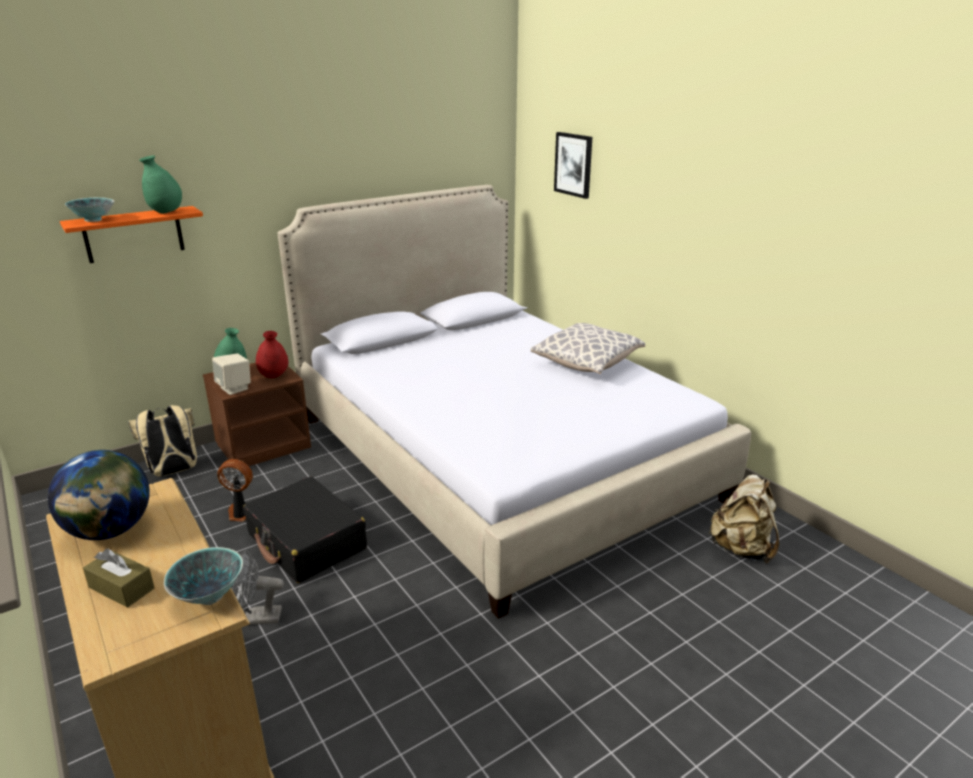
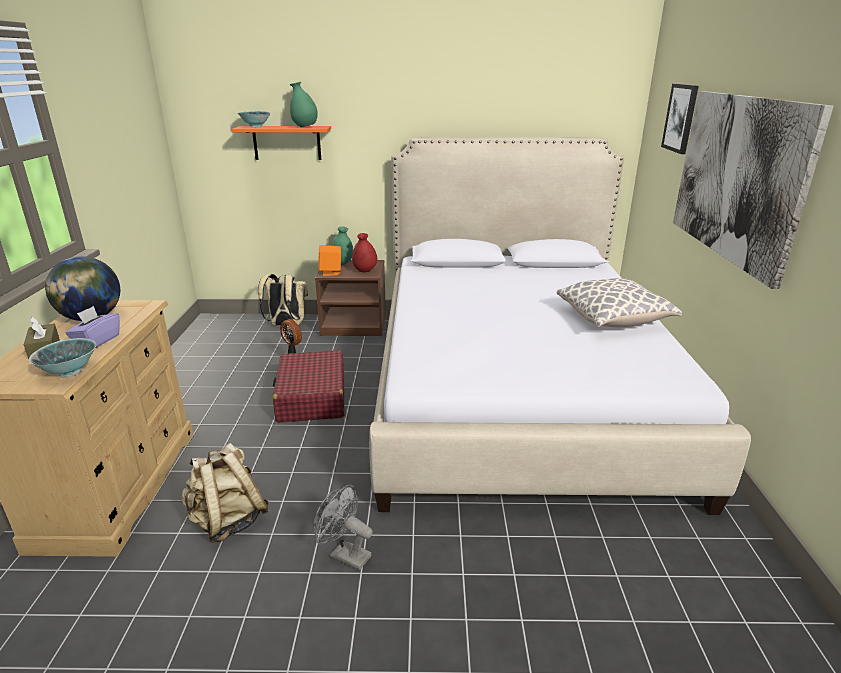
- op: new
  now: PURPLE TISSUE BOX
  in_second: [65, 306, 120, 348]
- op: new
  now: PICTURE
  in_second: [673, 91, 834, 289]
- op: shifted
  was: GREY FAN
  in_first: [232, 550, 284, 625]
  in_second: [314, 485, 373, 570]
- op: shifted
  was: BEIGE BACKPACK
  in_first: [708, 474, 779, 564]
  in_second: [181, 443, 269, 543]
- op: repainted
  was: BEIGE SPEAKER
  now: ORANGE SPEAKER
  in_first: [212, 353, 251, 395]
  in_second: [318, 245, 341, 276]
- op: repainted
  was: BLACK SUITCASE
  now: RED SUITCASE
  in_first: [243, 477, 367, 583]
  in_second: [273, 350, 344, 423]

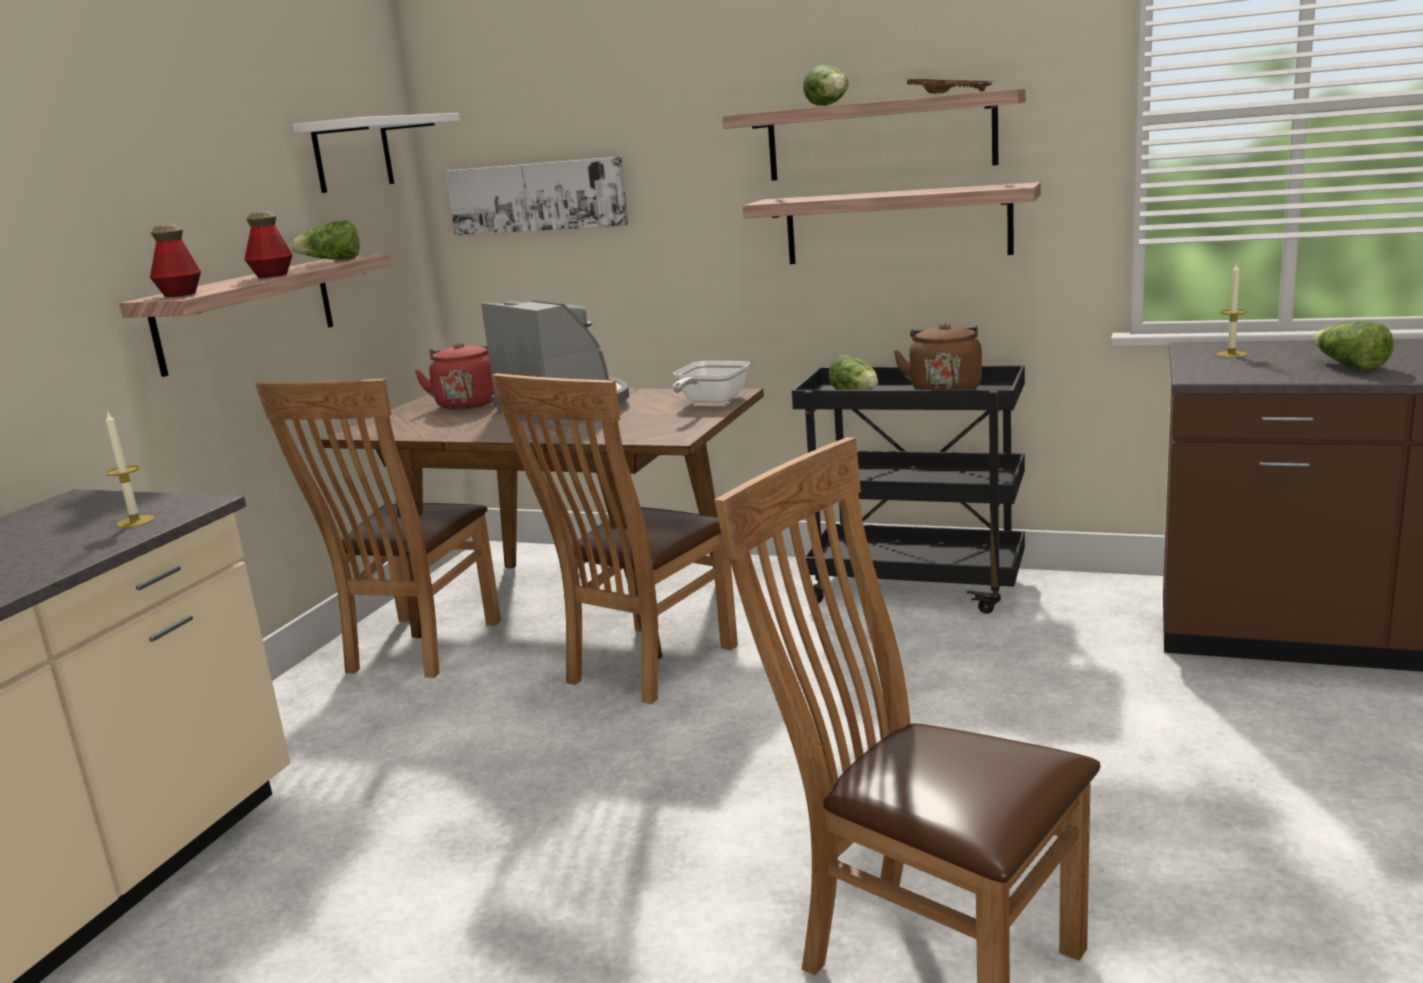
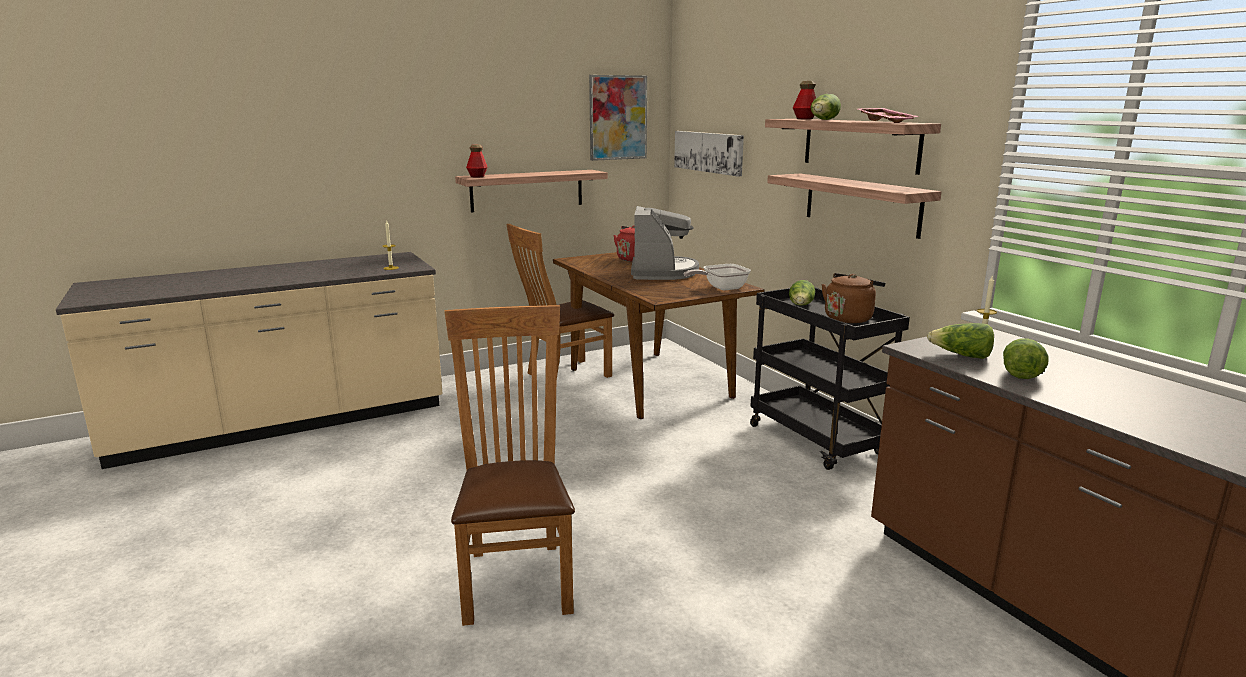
- op: gone
  was: BROWN CHAIR
  in_first: [492, 373, 738, 704]
- op: shifted
  was: BOTTLE
  in_first: [244, 211, 293, 278]
  in_second: [793, 81, 816, 119]
- op: shifted
  was: LETTUCE
  in_first: [289, 220, 360, 260]
  in_second: [927, 323, 994, 359]
- op: swapped
  was: WHITE SHELF
  now: PICTURE
  in_first: [293, 113, 460, 193]
  in_second: [589, 75, 647, 161]
- op: repainted
  was: BROWN TRAY
  now: PINK TRAY
  in_first: [900, 78, 997, 94]
  in_second: [858, 108, 920, 123]

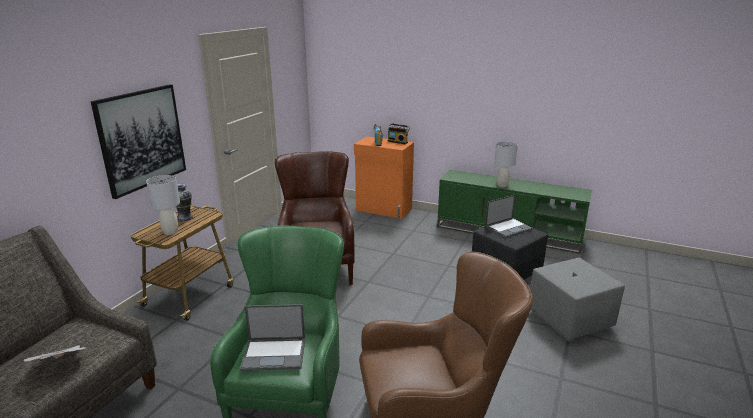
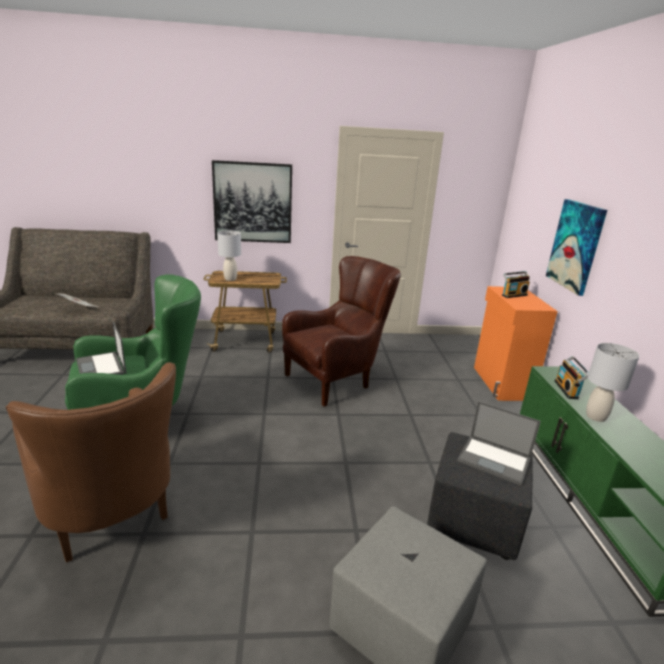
- op: gone
  was: VASE
  in_first: [175, 184, 193, 221]
- op: new
  now: PICTURE
  in_second: [546, 199, 607, 296]
- op: shifted
  was: RADIO
  in_first: [388, 123, 410, 144]
  in_second: [554, 356, 589, 399]

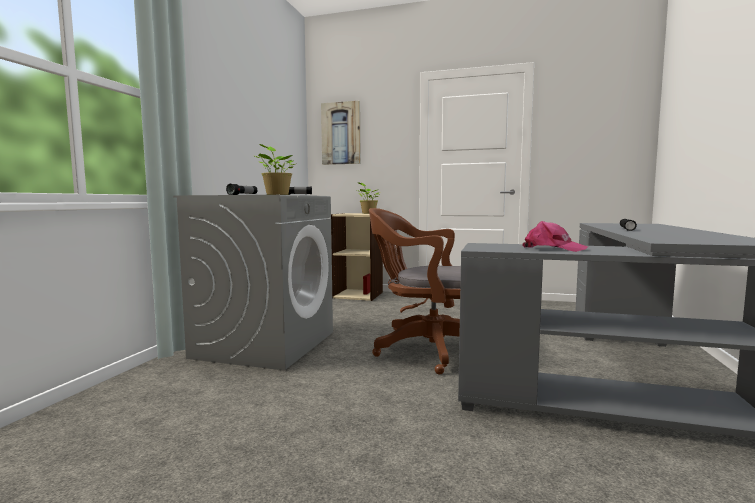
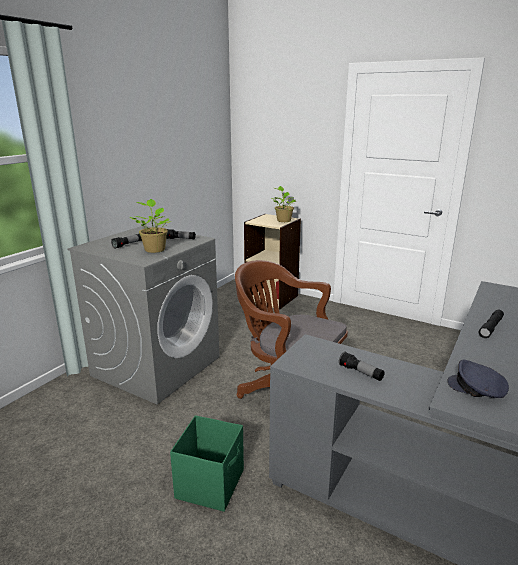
- op: gone
  was: PICTURE
  in_first: [321, 101, 361, 165]
- op: new
  now: GREEN STORAGE BOX
  in_second: [170, 415, 244, 512]
- op: new
  now: GREY CAP
  in_second: [448, 360, 509, 398]
- op: swapped
  was: PINK CAP
  now: FLASHLIGHT
  in_first: [522, 221, 588, 252]
  in_second: [339, 352, 385, 381]

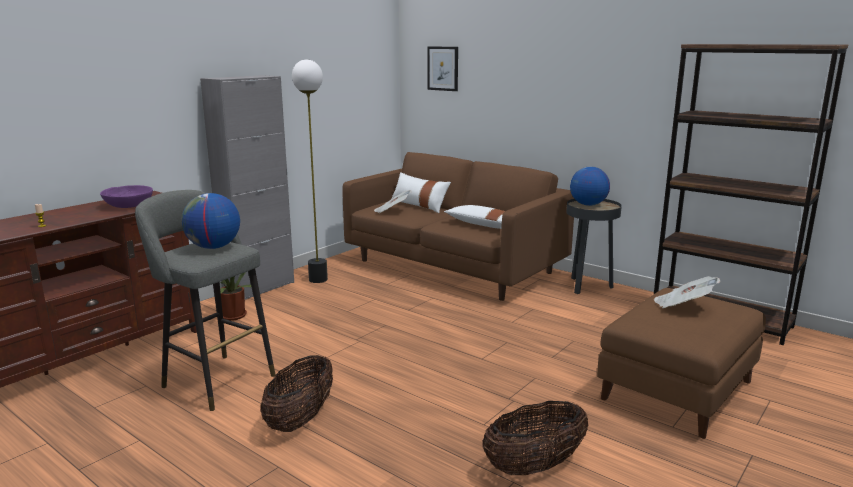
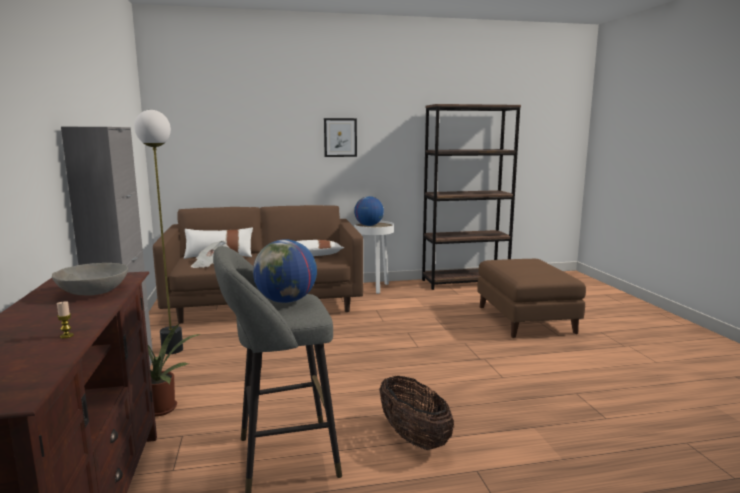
- op: gone
  was: BASKET
  in_first: [483, 401, 589, 475]
- op: gone
  was: NEWSPAPER
  in_first: [654, 276, 720, 308]
- op: shifted
  was: PICTURE
  in_first: [427, 46, 458, 91]
  in_second: [324, 118, 357, 157]
- op: repainted
  was: PURPLE BOWL
  now: GREY BOWL
  in_first: [100, 185, 153, 208]
  in_second: [52, 263, 128, 295]
- op: repainted
  was: BLACK SIDE TABLE
  now: WHITE SIDE TABLE
  in_first: [566, 199, 622, 294]
  in_second: [354, 221, 394, 294]

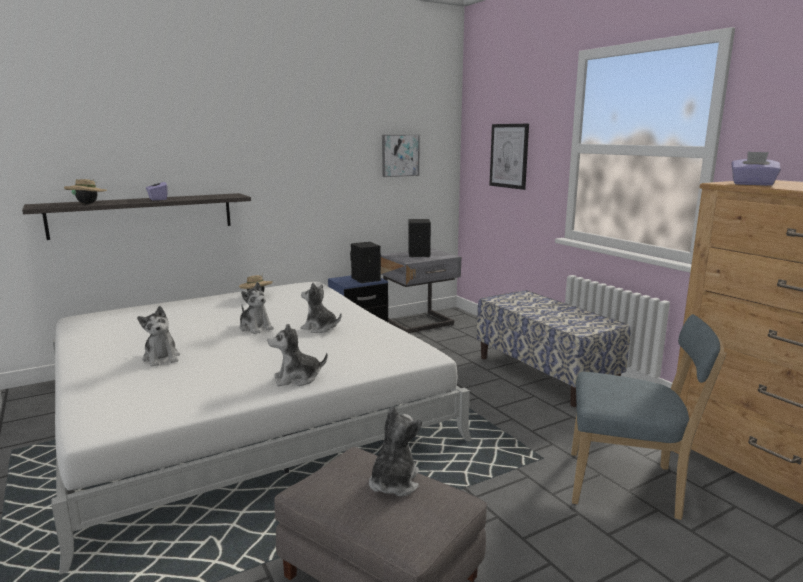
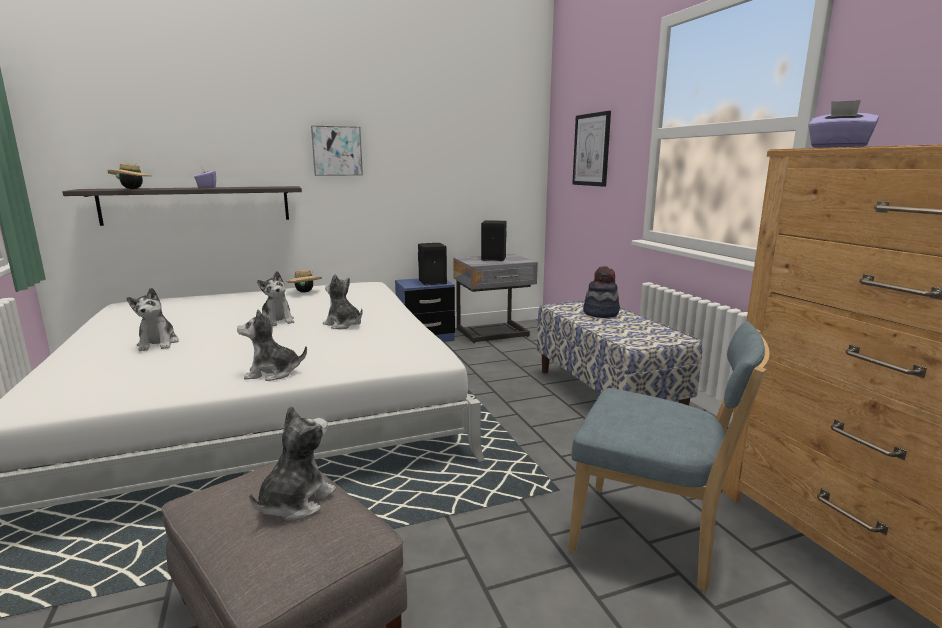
- op: new
  now: HAT
  in_second: [583, 266, 620, 318]
- op: shifted
  was: PICTURE
  in_first: [382, 135, 420, 177]
  in_second: [311, 126, 363, 176]

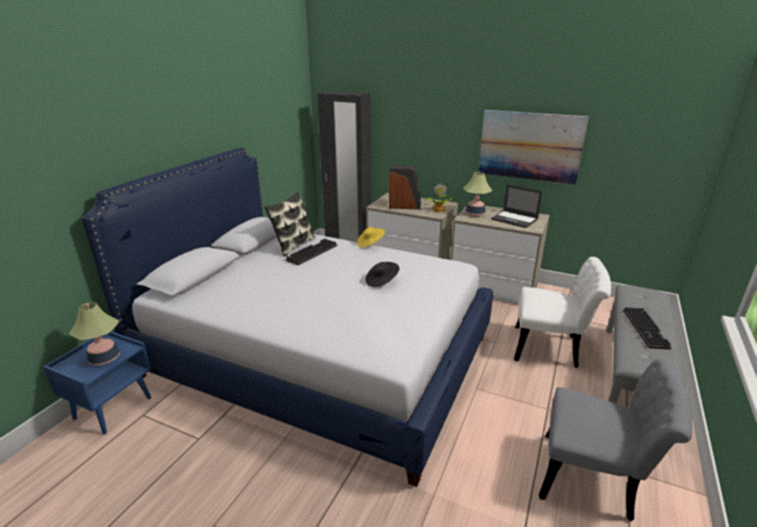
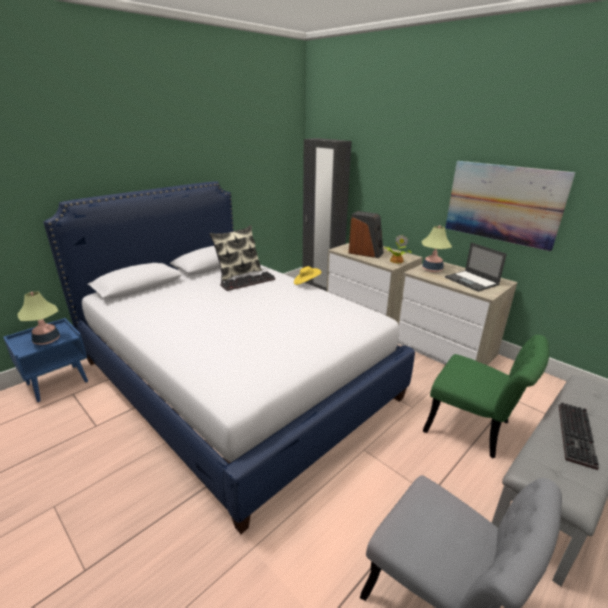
- op: gone
  was: BLACK HAT
  in_first: [366, 262, 400, 287]
- op: repainted
  was: WHITE CHAIR
  now: GREEN CHAIR
  in_first: [514, 257, 611, 368]
  in_second: [423, 335, 549, 458]

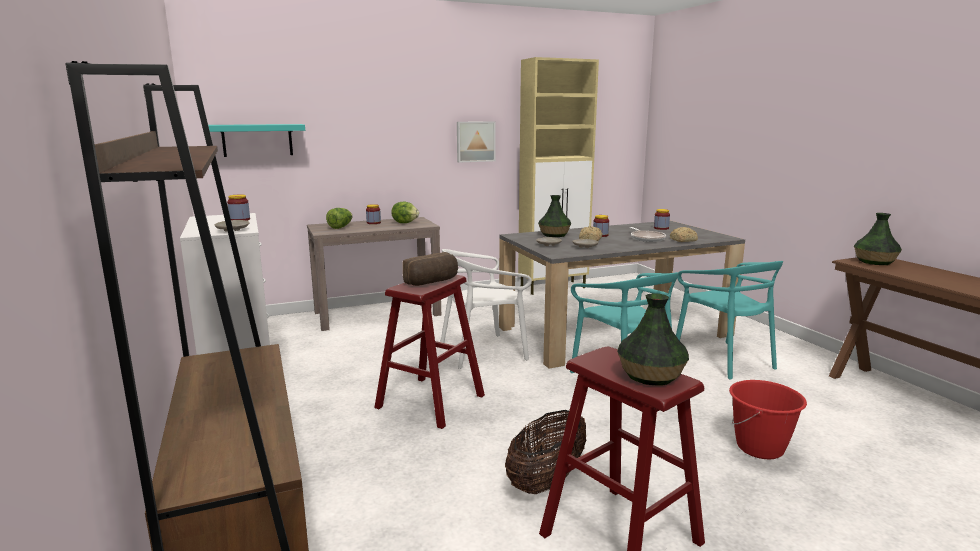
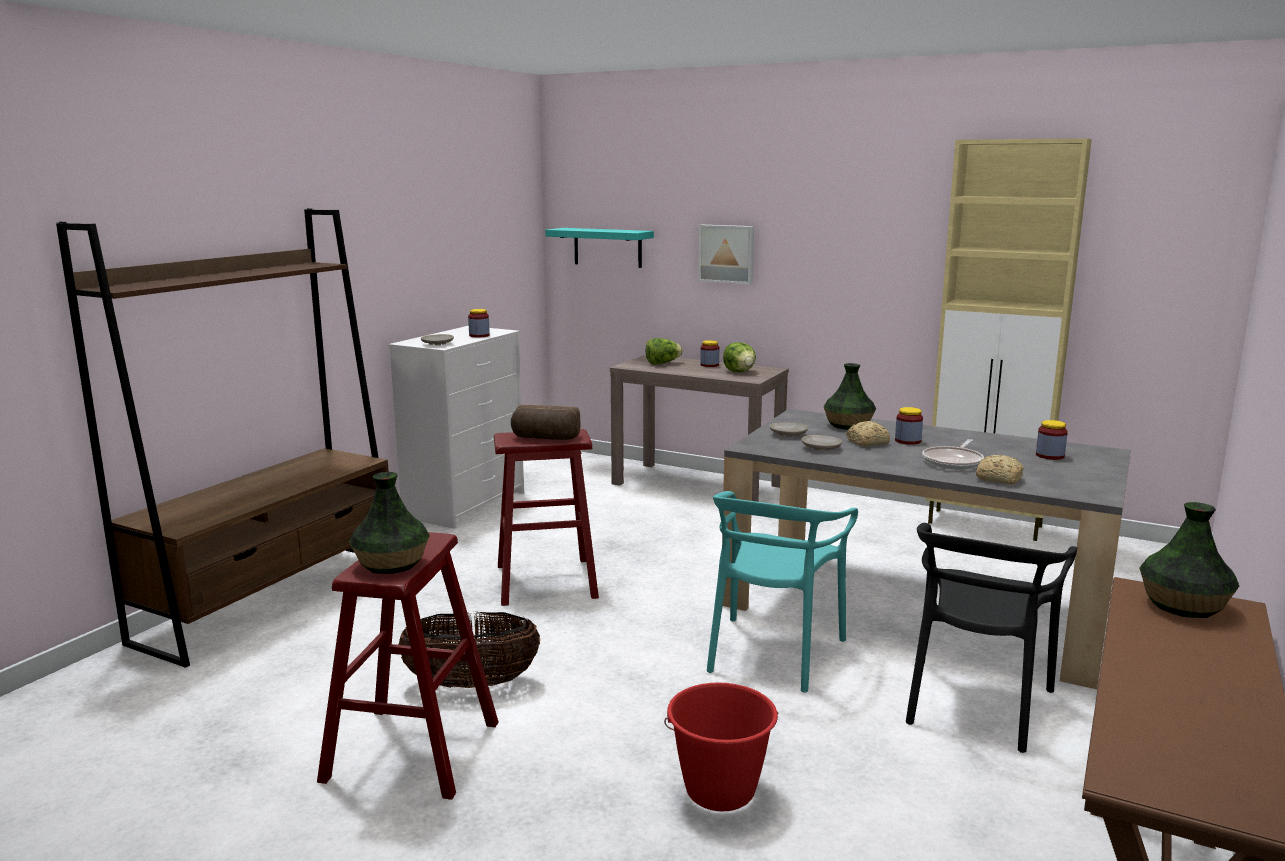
- op: gone
  was: WHITE CHAIR
  in_first: [441, 249, 532, 369]
- op: shifted
  was: PICTURE
  in_first: [457, 121, 496, 163]
  in_second: [698, 225, 754, 284]
- op: repainted
  was: TURQUOISE CHAIR
  now: BLACK CHAIR
  in_first: [676, 261, 783, 380]
  in_second: [906, 523, 1078, 753]

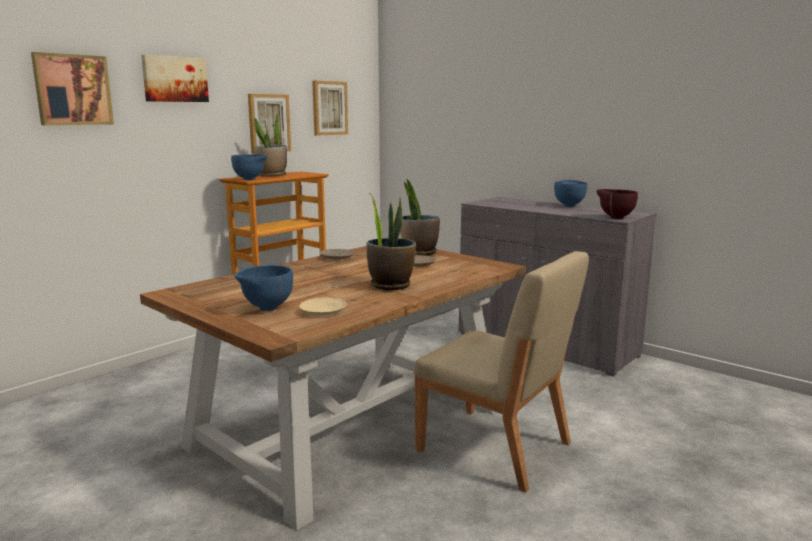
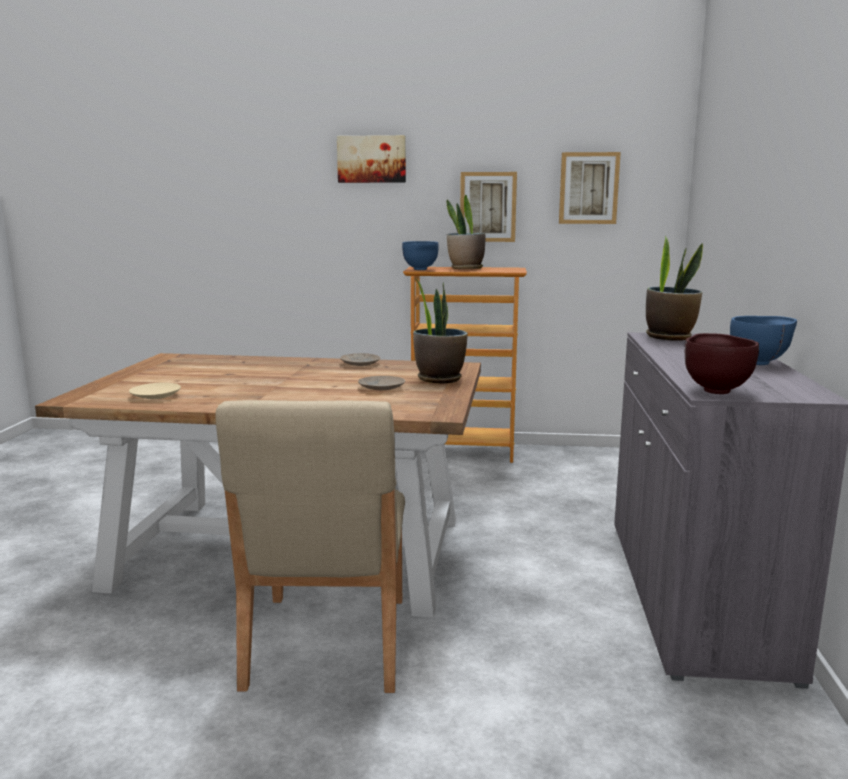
- op: gone
  was: PICTURE
  in_first: [31, 52, 114, 125]
- op: gone
  was: BLUE BOWL
  in_first: [235, 265, 293, 311]
- op: shifted
  was: POTTED PLANT
  in_first: [366, 193, 416, 290]
  in_second: [646, 236, 703, 341]

